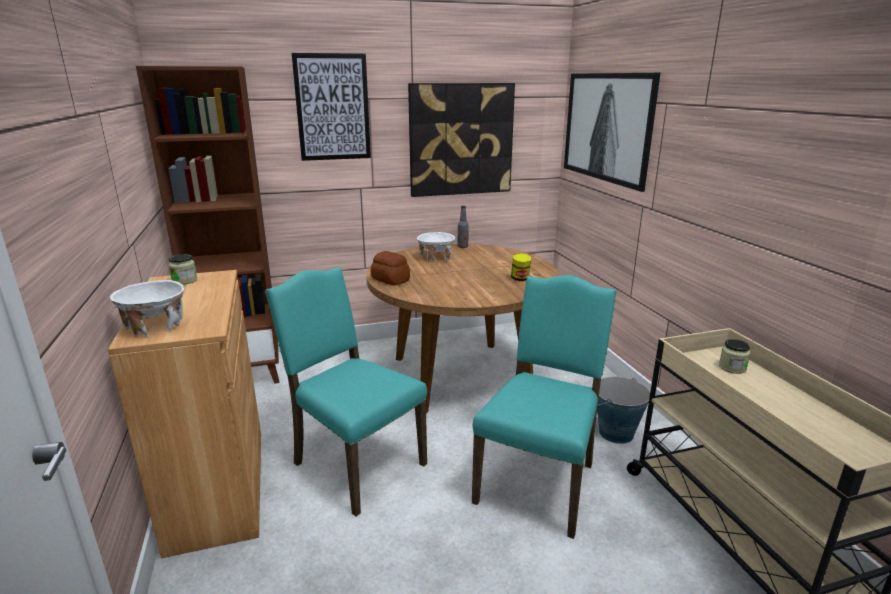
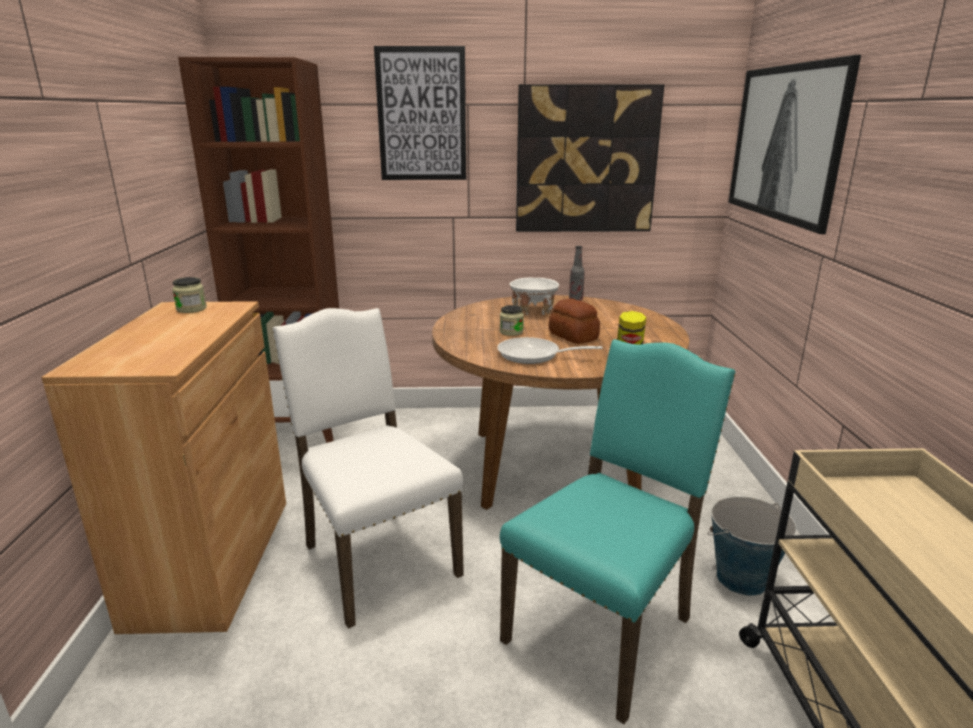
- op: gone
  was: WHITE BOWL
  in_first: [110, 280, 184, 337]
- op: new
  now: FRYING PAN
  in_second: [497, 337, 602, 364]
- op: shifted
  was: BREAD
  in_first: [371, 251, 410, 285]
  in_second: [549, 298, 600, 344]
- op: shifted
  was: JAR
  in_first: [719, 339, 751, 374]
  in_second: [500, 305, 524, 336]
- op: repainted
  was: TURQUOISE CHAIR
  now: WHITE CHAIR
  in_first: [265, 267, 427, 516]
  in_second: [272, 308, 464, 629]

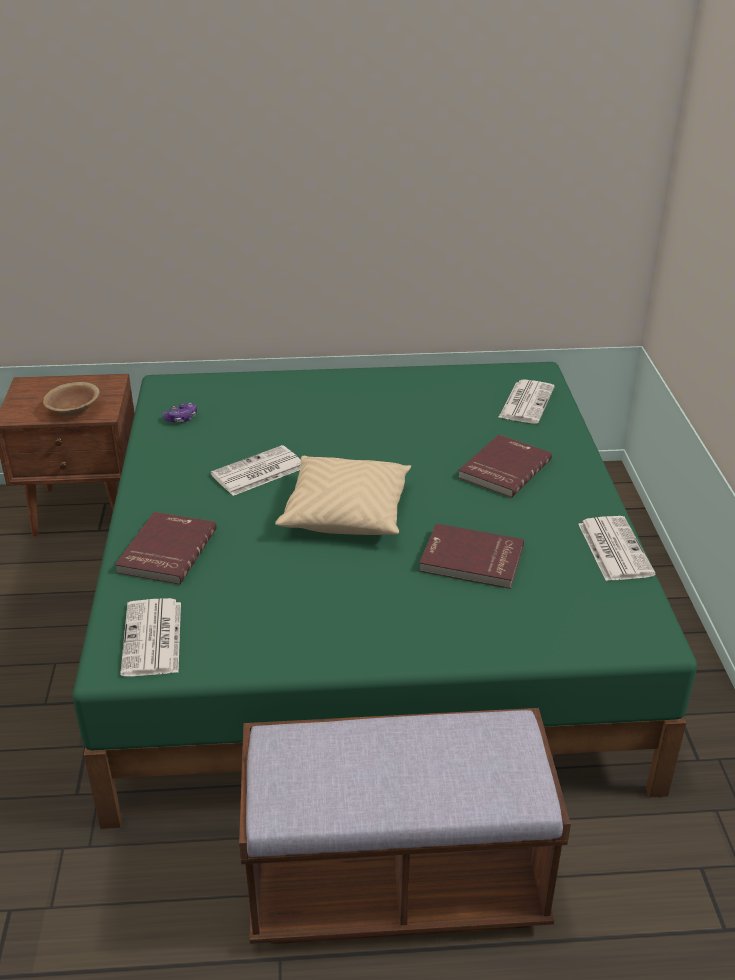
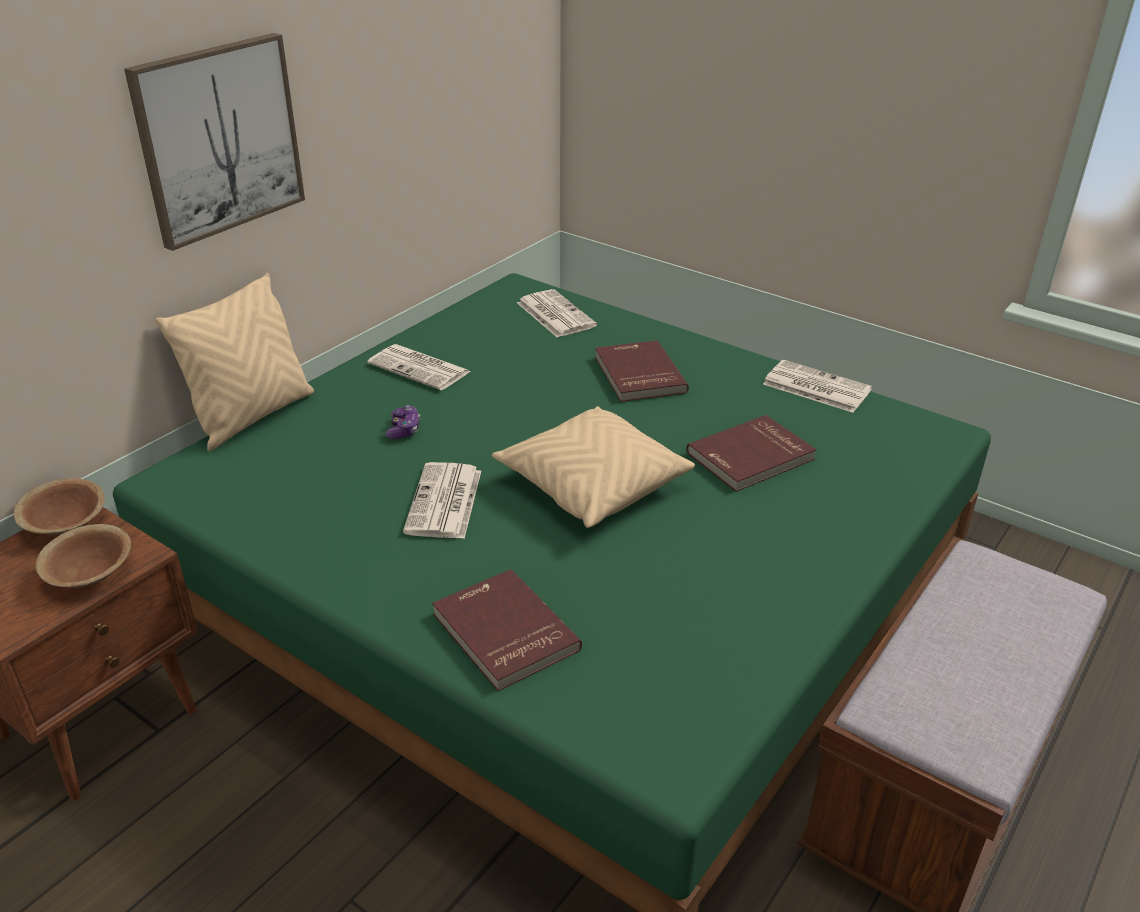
- op: new
  now: BROWN BOWL
  in_second: [14, 478, 105, 535]
- op: new
  now: PICTURE
  in_second: [124, 33, 305, 251]
- op: new
  now: BEIGE PILLOW
  in_second: [155, 273, 314, 451]
- op: shifted
  was: NEWSPAPER
  in_first: [120, 598, 181, 676]
  in_second: [367, 344, 471, 390]
- op: shifted
  was: GAME CONTROLLER
  in_first: [163, 403, 197, 422]
  in_second: [385, 405, 420, 439]

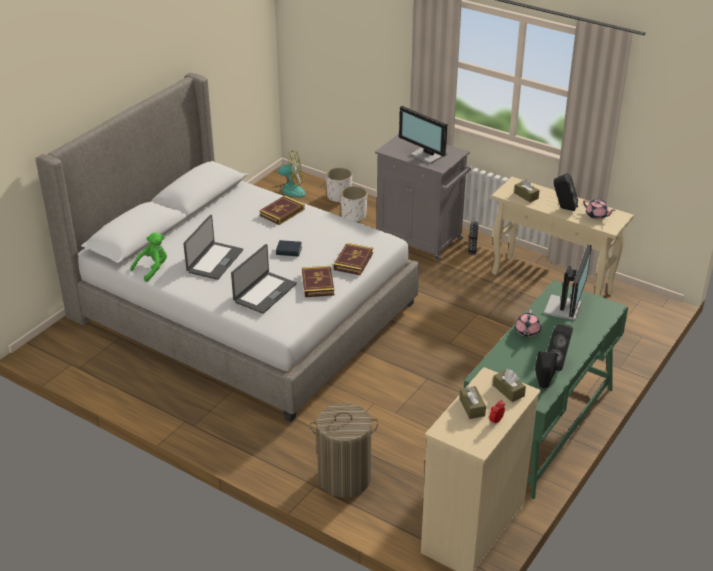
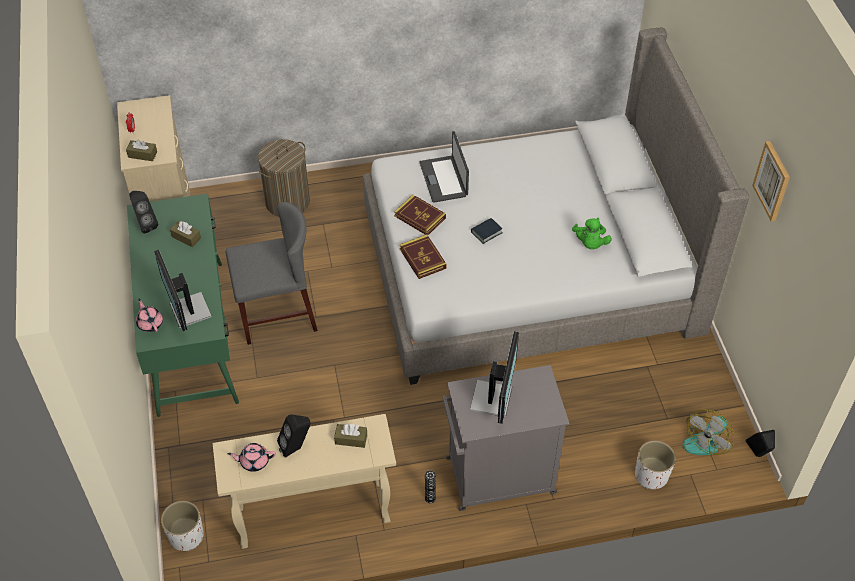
- op: gone
  was: LAPTOP
  in_first: [183, 215, 243, 280]
- op: gone
  was: BOOK
  in_first: [259, 195, 305, 225]
- op: new
  now: GREY CHAIR
  in_second: [226, 202, 318, 345]
- op: new
  now: PICTURE
  in_second: [752, 141, 790, 221]
- op: shifted
  was: GREEN PLUSH TOY
  in_first: [130, 232, 167, 282]
  in_second: [572, 218, 612, 249]
- op: shifted
  was: WHITE PLANTER
  in_first: [340, 186, 367, 222]
  in_second: [161, 501, 204, 551]
- op: shifted
  was: BROWN TISSUE BOX
  in_first: [459, 386, 486, 419]
  in_second: [170, 221, 201, 247]
- op: shifted
  was: PINK TEAPOT
  in_first: [515, 310, 541, 337]
  in_second: [136, 299, 163, 332]
- op: shifted
  was: BLACK SPEAKER
  in_first: [547, 324, 573, 371]
  in_second: [745, 430, 775, 457]
- op: rotated
  was: MONITOR
  in_first: [399, 106, 447, 164]
  in_second: [470, 332, 519, 424]
  clockwise: 105

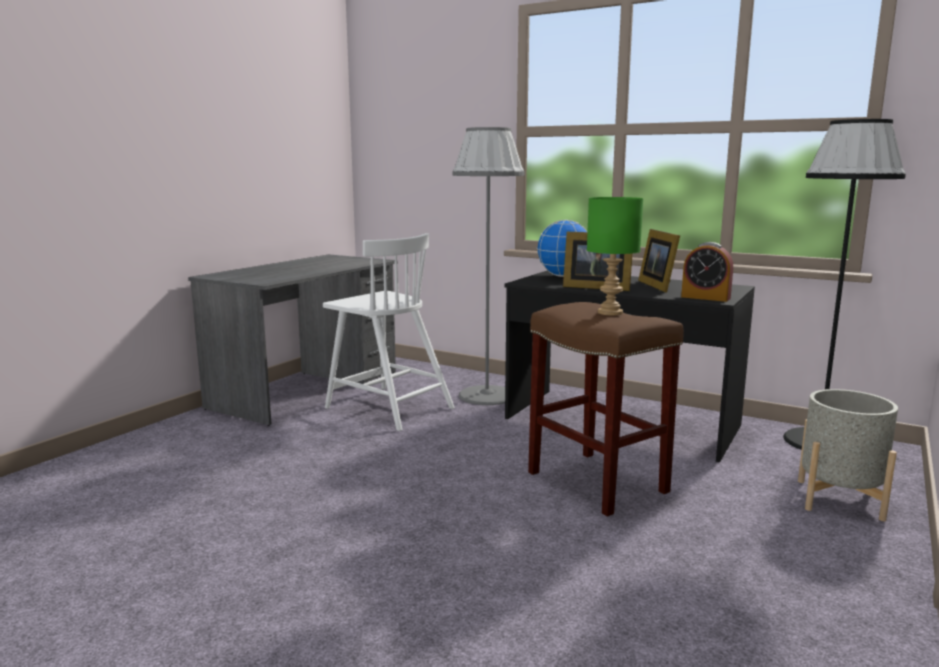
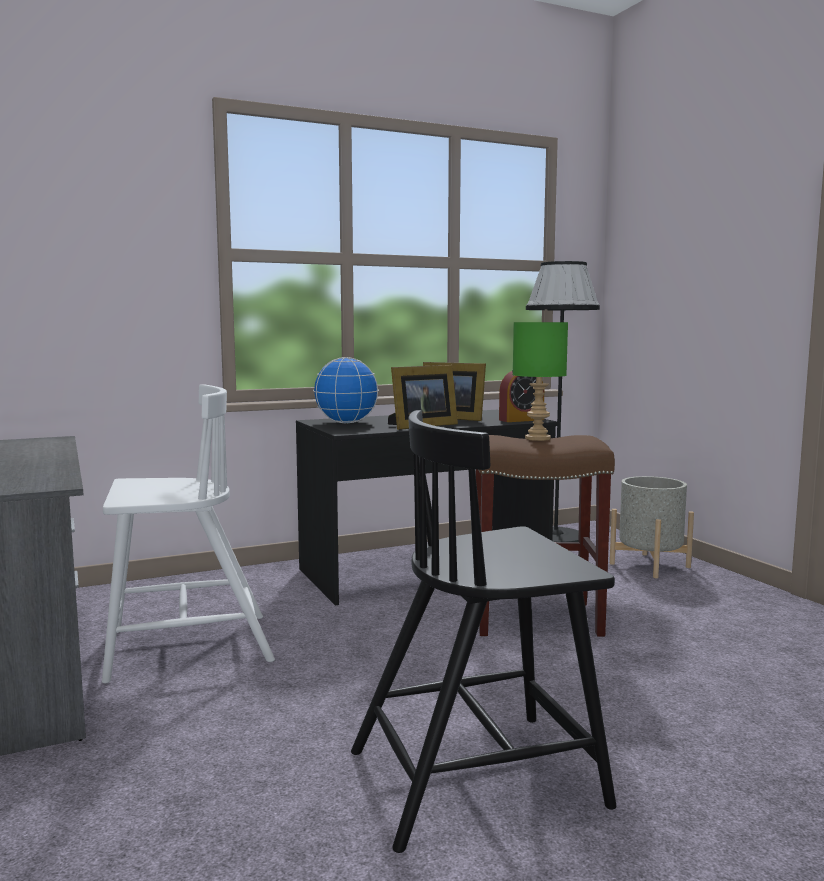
- op: gone
  was: GREY FLOOR LAMP
  in_first: [453, 127, 525, 405]
- op: new
  now: BLACK CHAIR
  in_second: [351, 410, 616, 853]

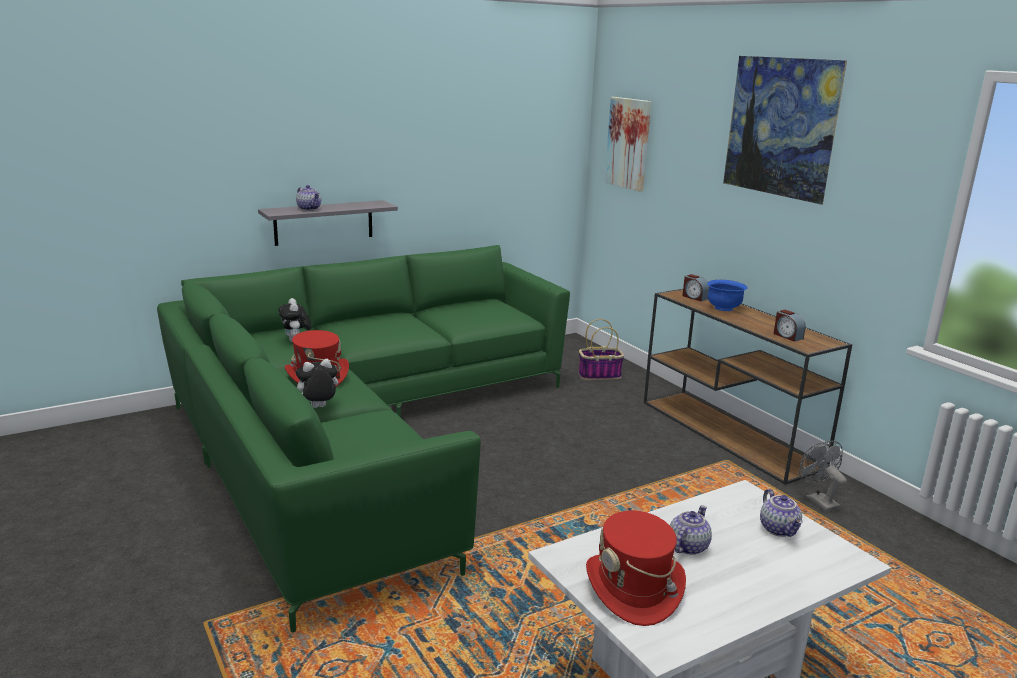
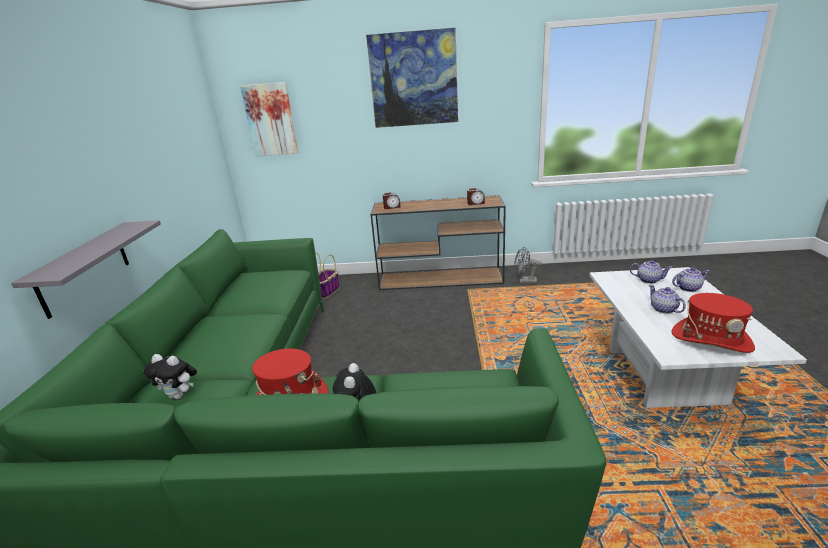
- op: gone
  was: BLUE BOWL
  in_first: [707, 280, 748, 311]
- op: shifted
  was: TEAPOT
  in_first: [296, 185, 321, 211]
  in_second: [672, 267, 709, 292]

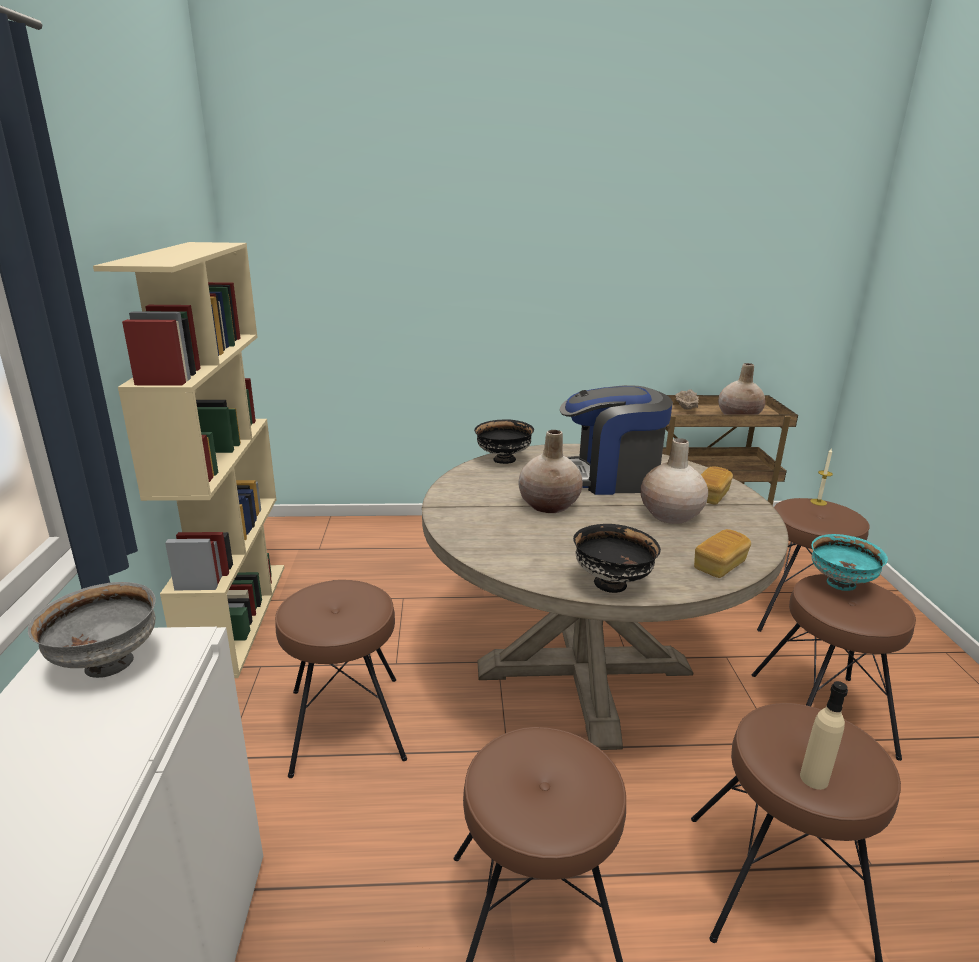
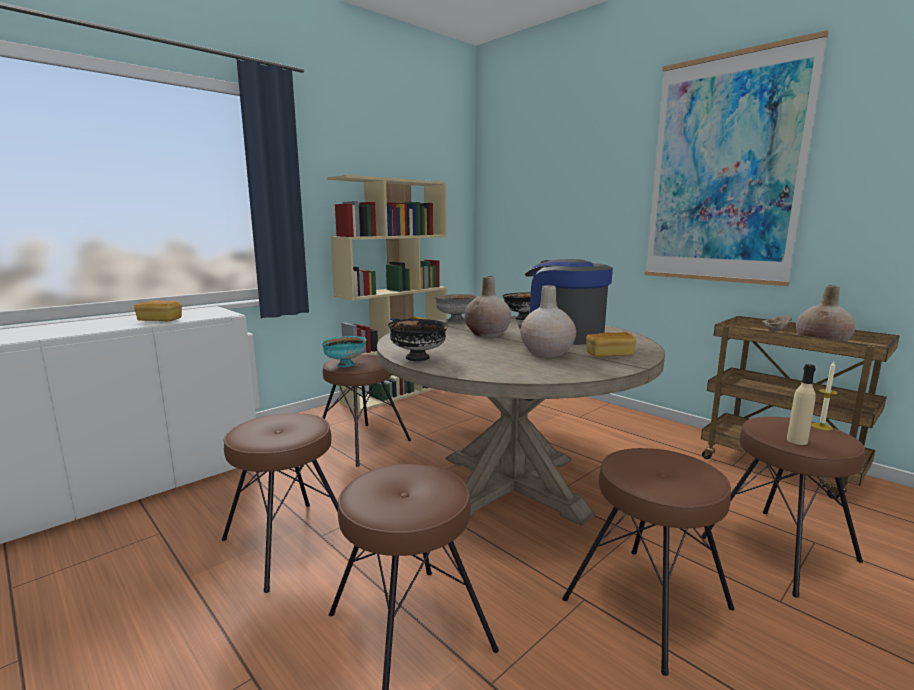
- op: new
  now: PICTURE
  in_second: [645, 30, 829, 286]
- op: shifted
  was: GREY BOWL
  in_first: [28, 582, 156, 678]
  in_second: [434, 294, 478, 322]
- op: shifted
  was: BREAD
  in_first: [694, 529, 751, 578]
  in_second: [134, 301, 182, 321]
- op: shifted
  was: BEIGE BOTTLE
  in_first: [800, 681, 848, 790]
  in_second: [787, 364, 816, 445]
- op: shifted
  was: TURQUOISE BOWL
  in_first: [812, 534, 888, 591]
  in_second: [321, 336, 367, 367]

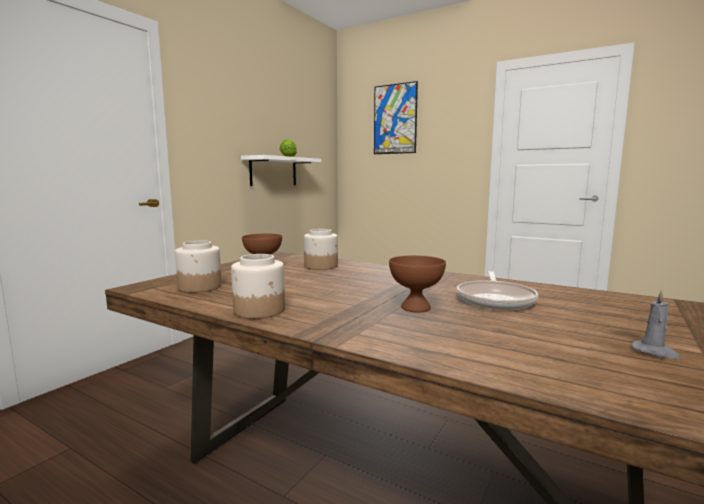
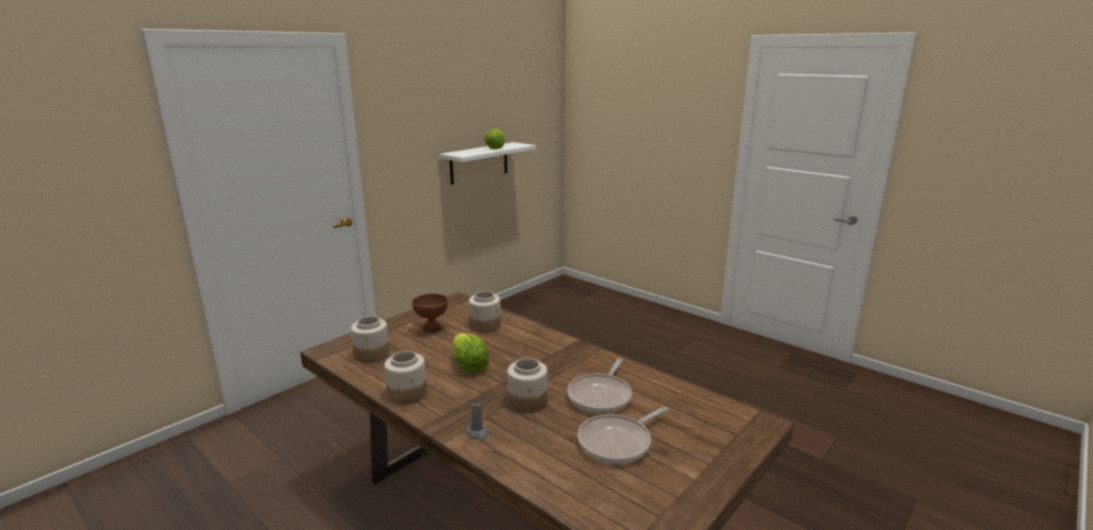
- op: gone
  was: PICTURE
  in_first: [374, 81, 418, 154]
- op: new
  now: LETTUCE
  in_second: [453, 333, 489, 373]
- op: new
  now: FRYING PAN
  in_second: [578, 407, 668, 464]
- op: shifted
  was: GREY CANDLE
  in_first: [631, 290, 681, 359]
  in_second: [465, 397, 489, 440]
- op: swapped
  was: BROWN BOWL
  now: JAR
  in_first: [389, 255, 446, 313]
  in_second: [507, 358, 548, 413]

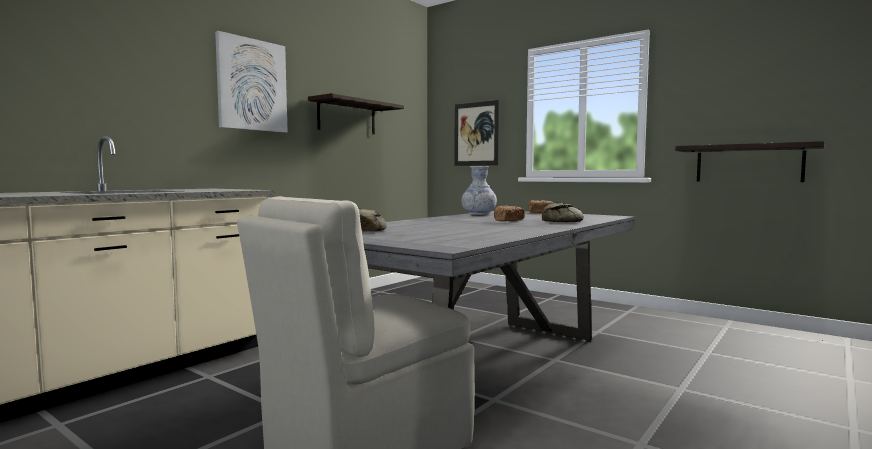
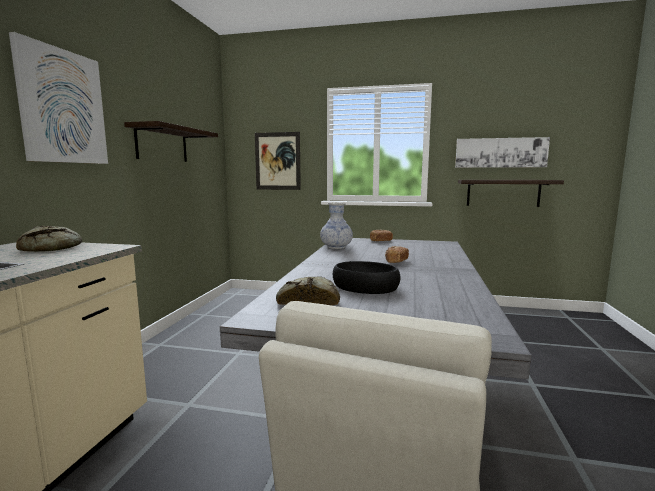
- op: new
  now: BLACK BOWL
  in_second: [333, 261, 400, 294]
- op: new
  now: PICTURE
  in_second: [455, 137, 550, 168]
- op: shifted
  was: BREAD
  in_first: [542, 202, 584, 222]
  in_second: [16, 226, 82, 252]

